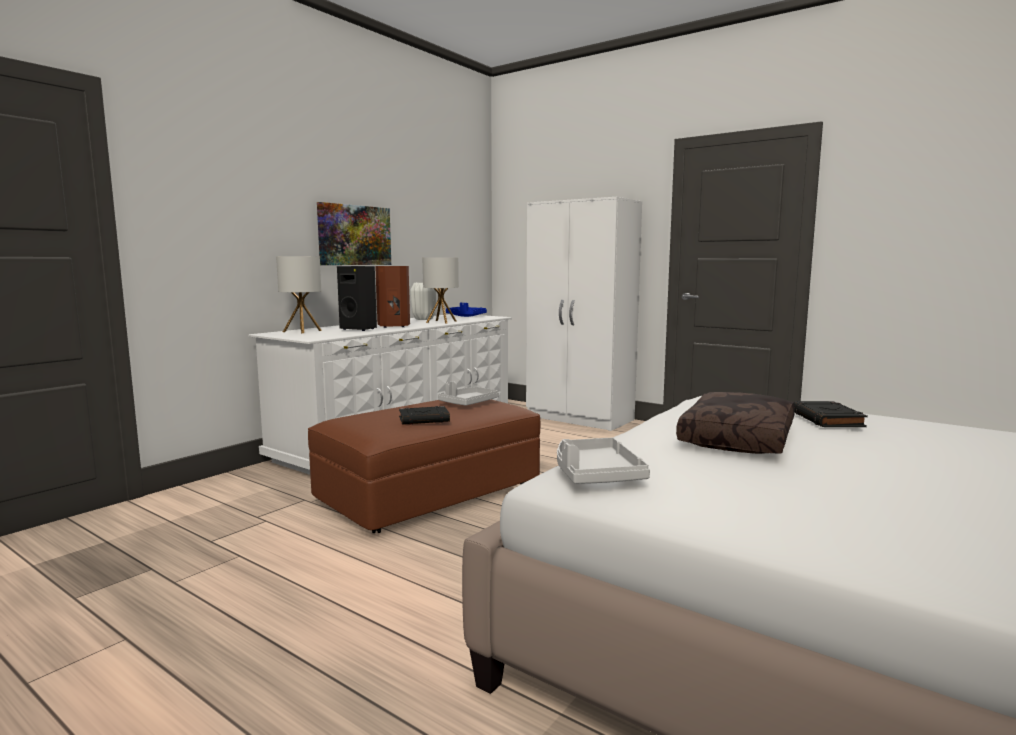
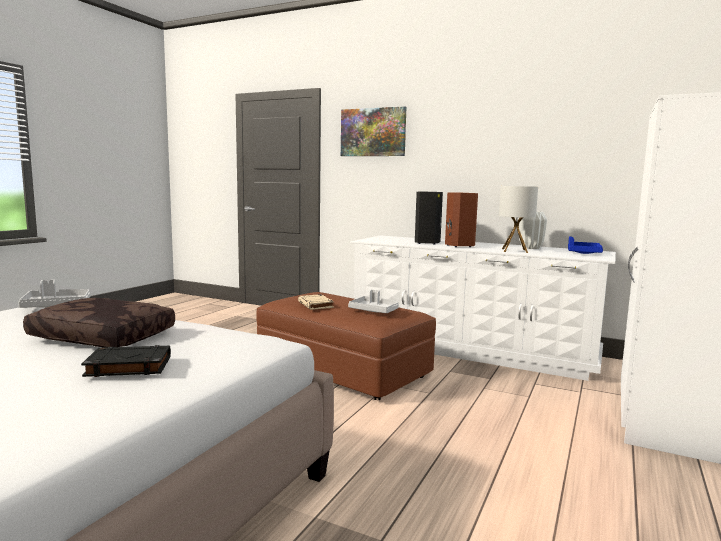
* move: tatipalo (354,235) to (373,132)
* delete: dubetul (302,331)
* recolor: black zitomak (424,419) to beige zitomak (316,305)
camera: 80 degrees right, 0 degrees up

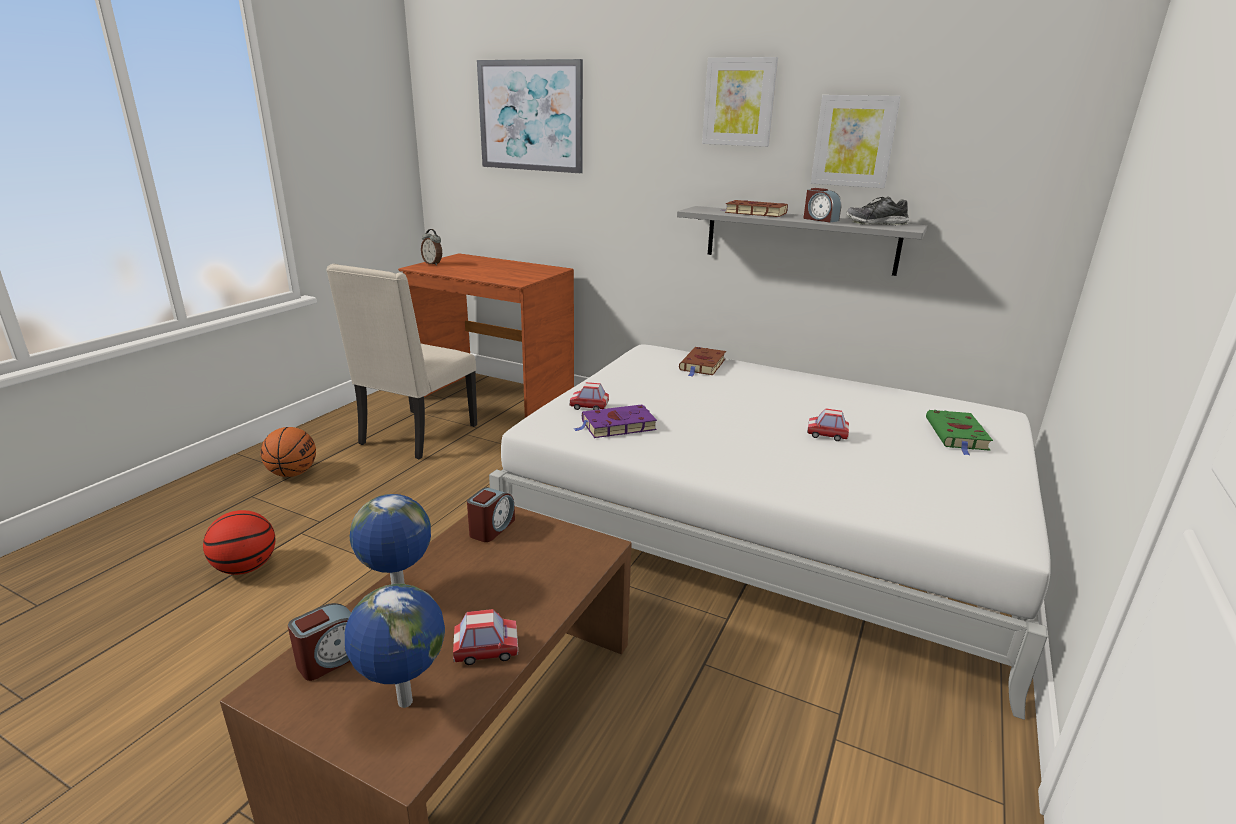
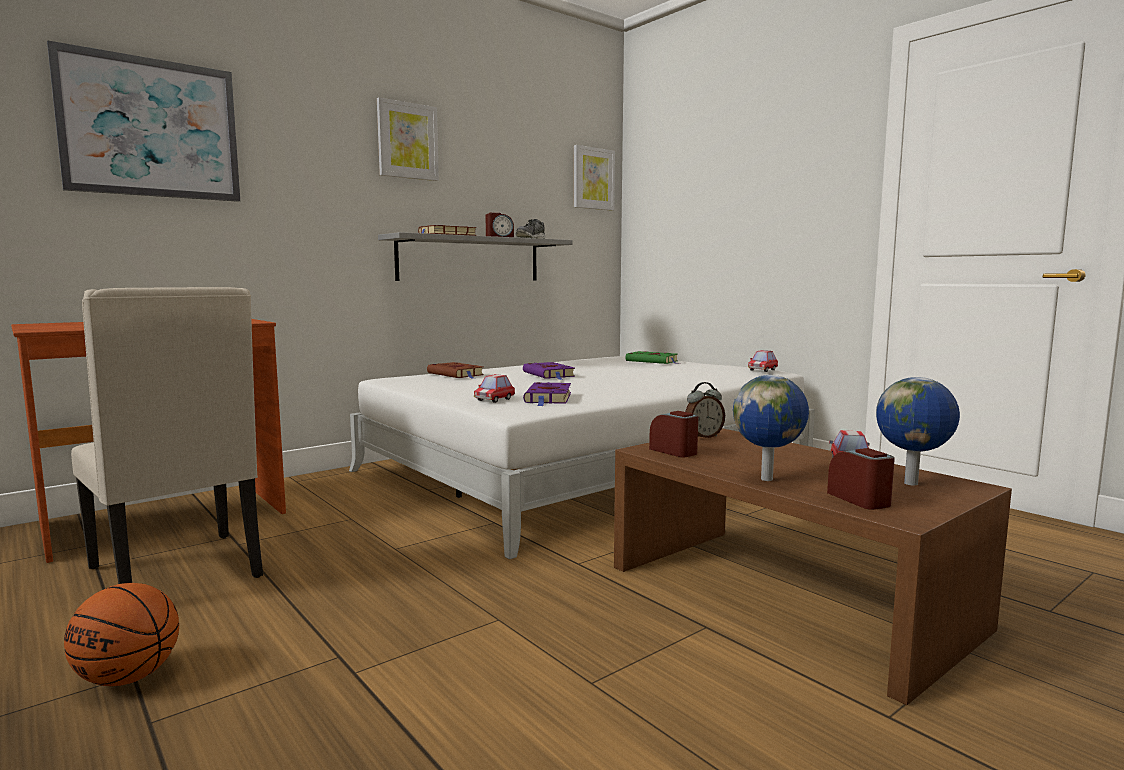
* move: tatipalo (854,141) to (593,178)
* move: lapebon (433,264) to (703,437)
* move: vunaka (827,435) to (762,370)
* delete: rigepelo (246,568)
* insert: purple zitomak (549,375)
camera: 65 degrees left, 15 degrees down

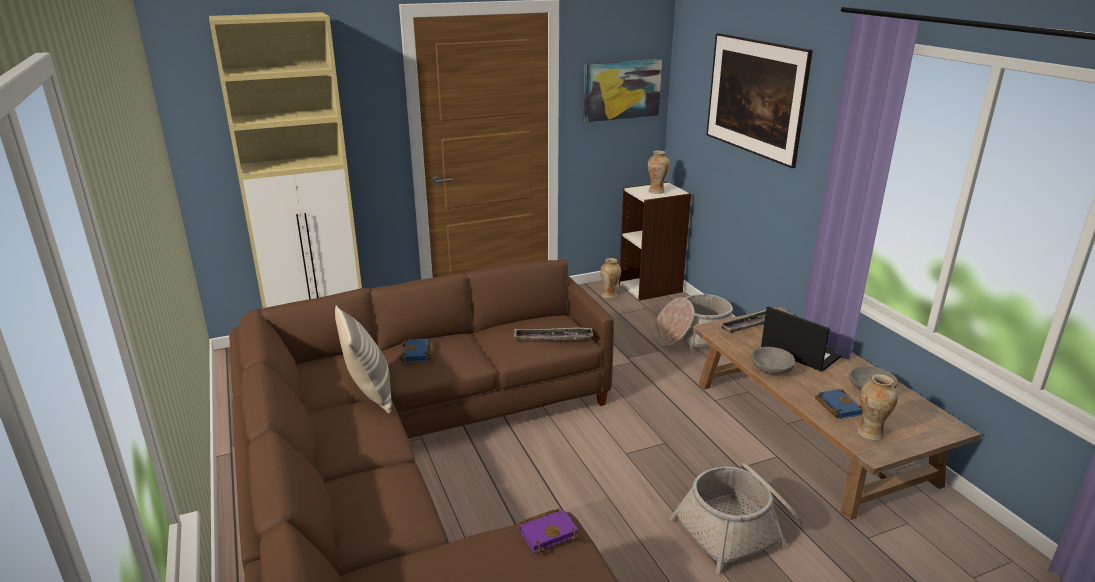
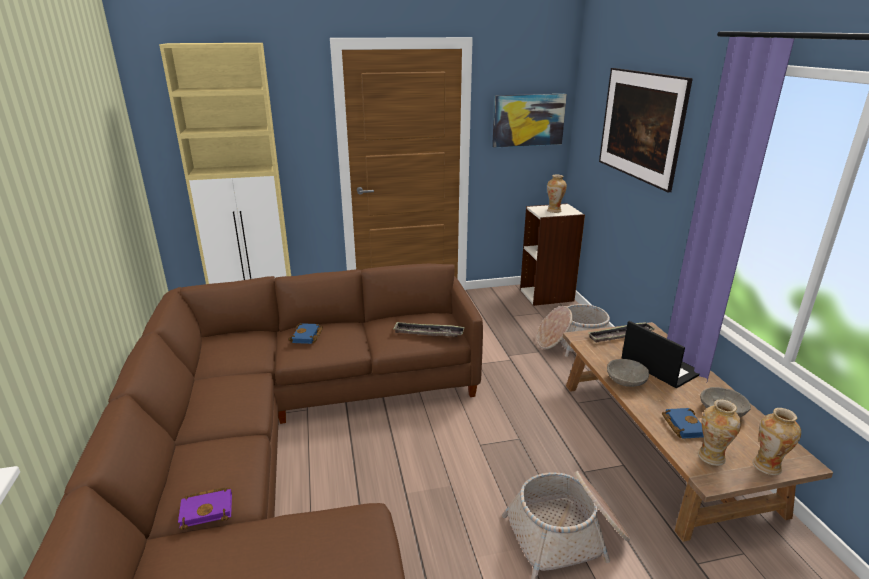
* move: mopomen (609,295) to (767,466)
* delete: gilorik (369,393)
* move: purple zitomak (549,532) to (208,509)
camera: 10 degrees right, 0 degrees up

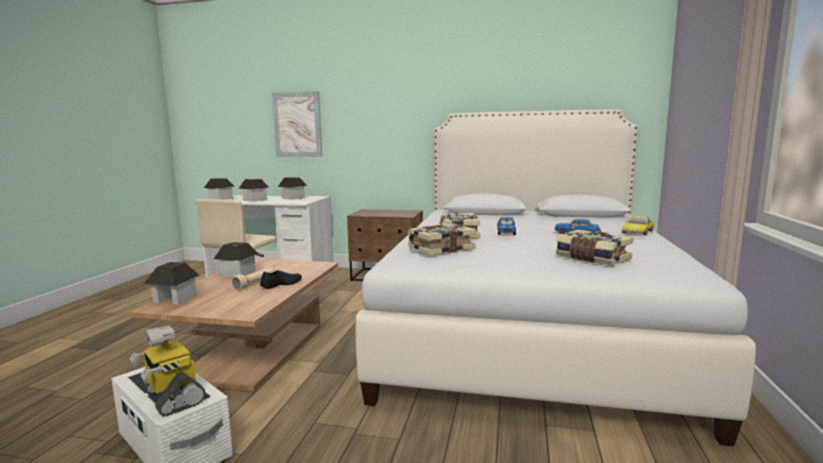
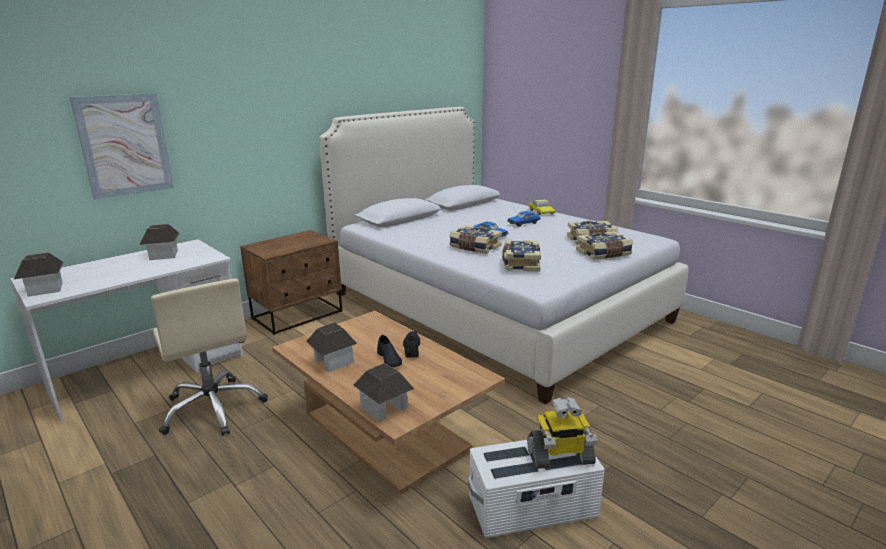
* delete: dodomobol (255,200)
* replace: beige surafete (255,283) to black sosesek (389,359)
* insert: zitomak (604,254)
camera: 55 degrees left, 10 degrees up

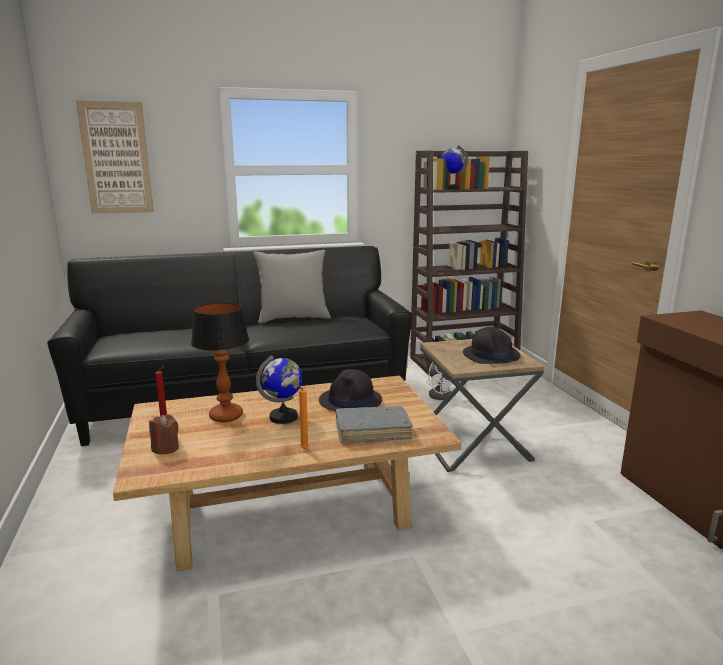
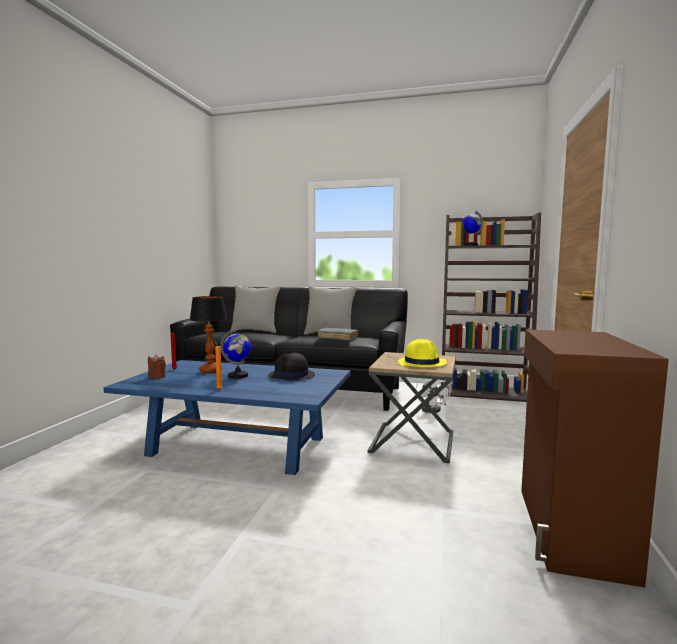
* delete: tatipalo (116,158)
* recolor: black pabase (491,355) to yellow pabase (422,363)
* recolor: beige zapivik (290,510) to blue zapivik (238,446)
* move: grey zitomak (372,431) to (337,338)
* insert: grey gilorik (255,331)
camera: 30 degrees right, 10 degrees down

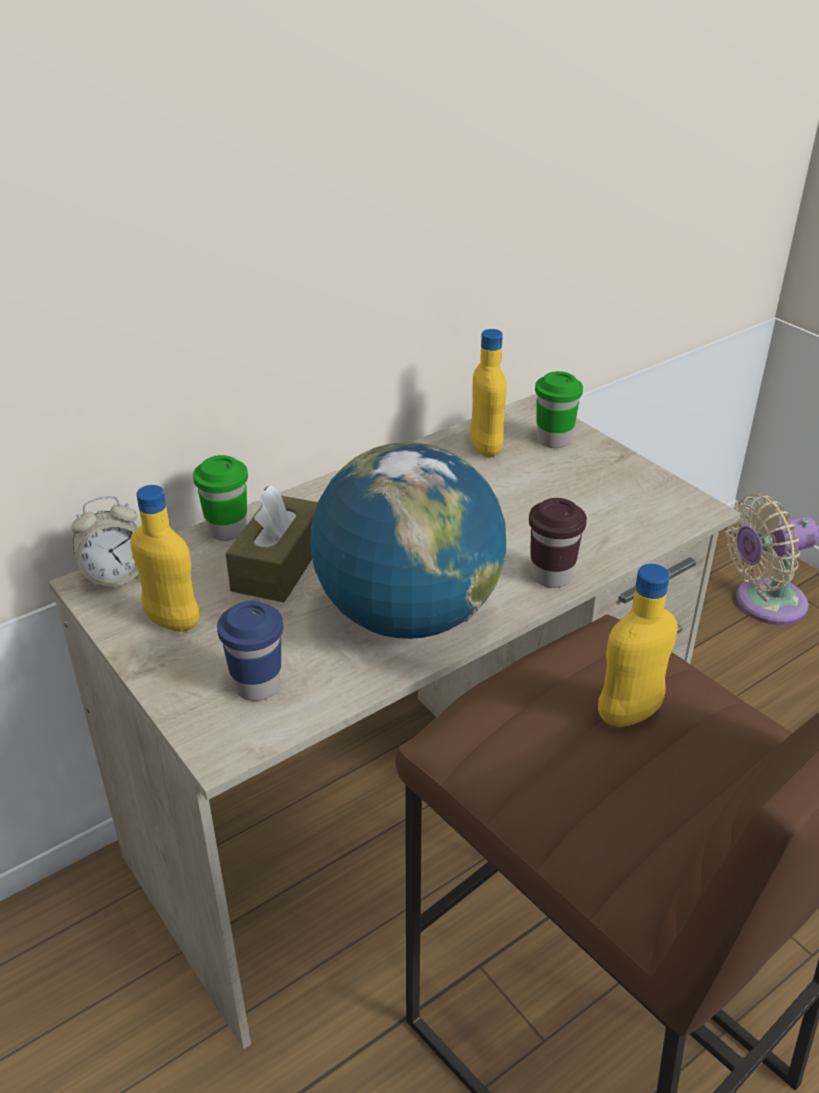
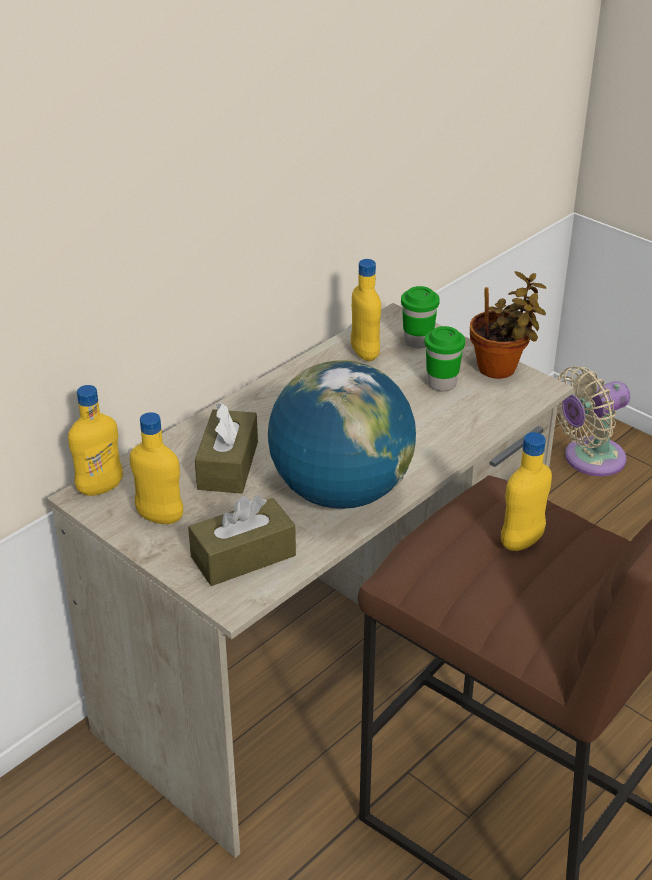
* move: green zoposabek (227,530) to (441,384)
* replace: lapebon (115,576) to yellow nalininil (100,488)
* delete: brown zoposabek (551,576)
* replace: blue zoposabek (257,686) to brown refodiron (243,556)
* insert: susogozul (501,370)
camera: 10 degrees left, 0 degrees up

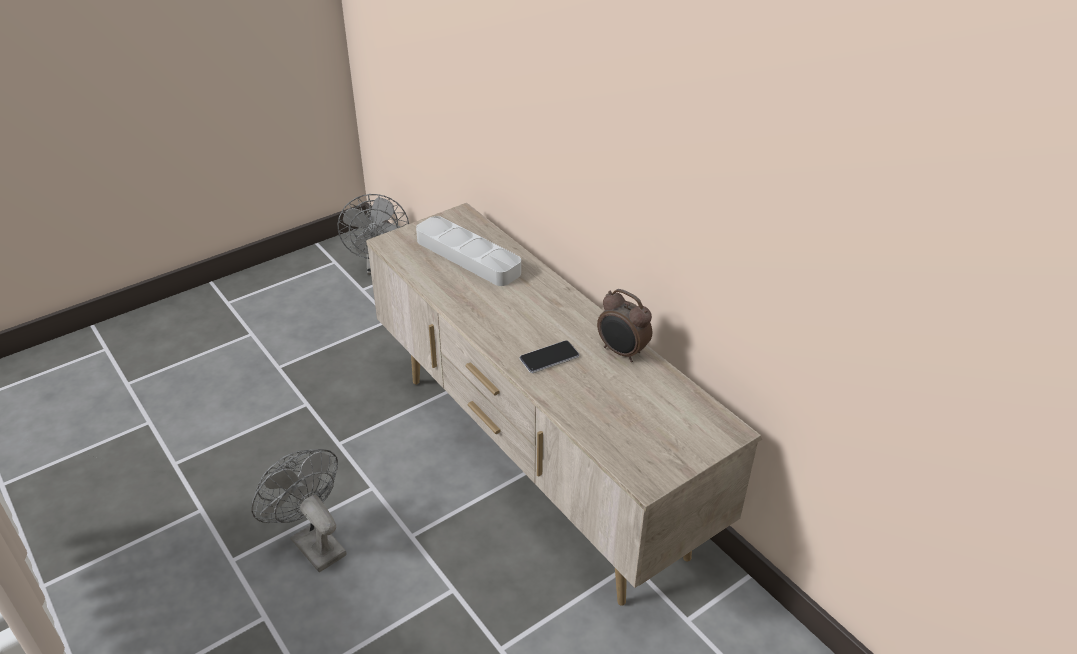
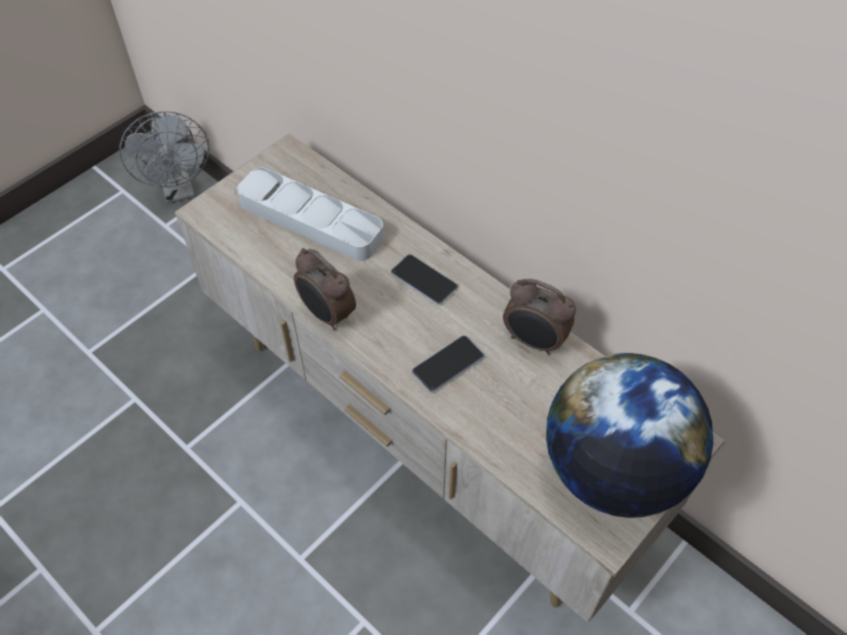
* delete: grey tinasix (312,542)
* insert: lapebon (327,314)
* insert: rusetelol (424,280)
* insert: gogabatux (613,470)
camera: 10 degrees left, 15 degrees up

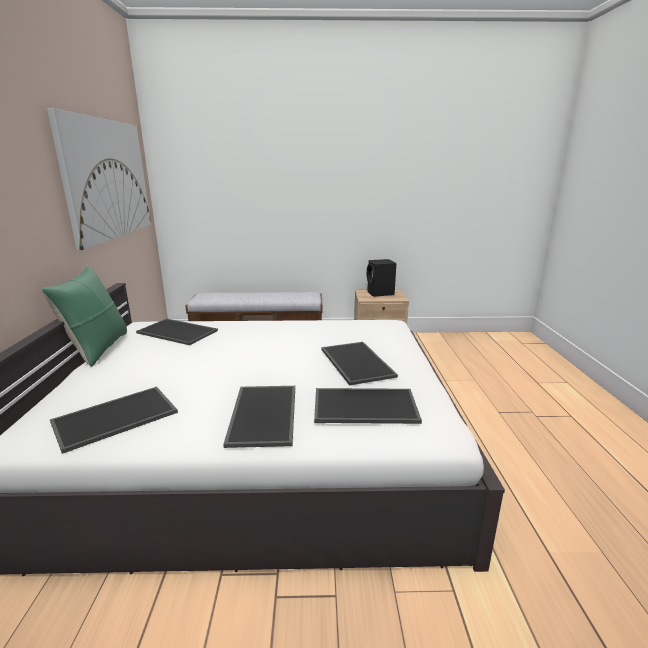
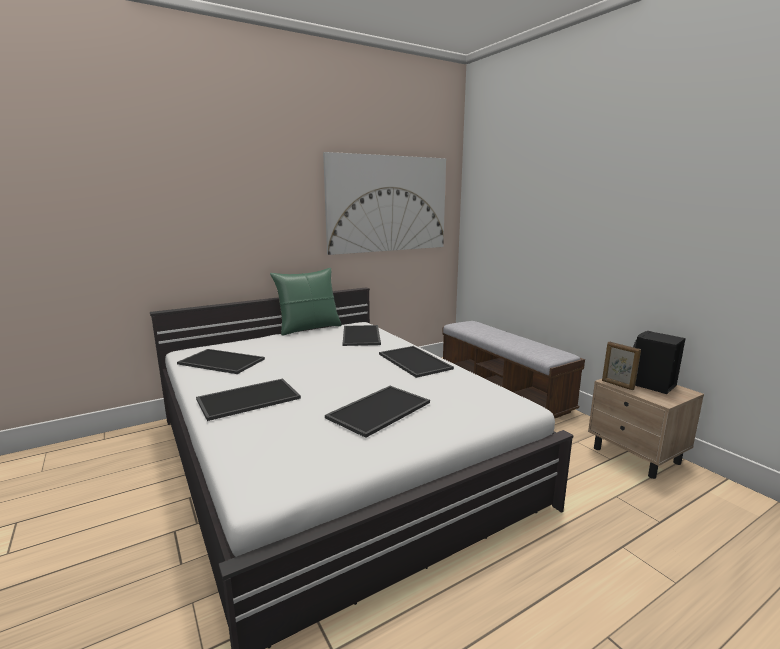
* move: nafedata (364,407) to (413,361)
* insert: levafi (617,385)
camera: 60 degrees right, 5 degrees down

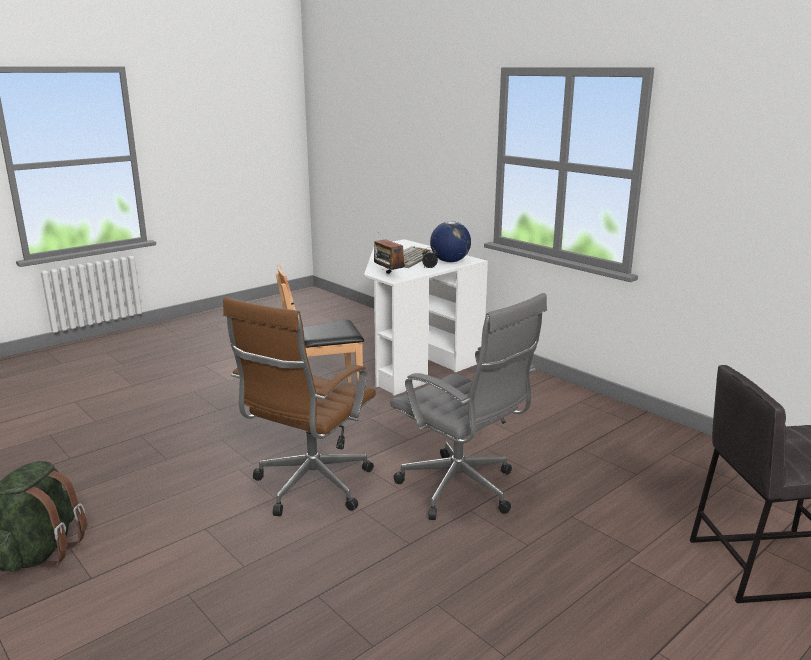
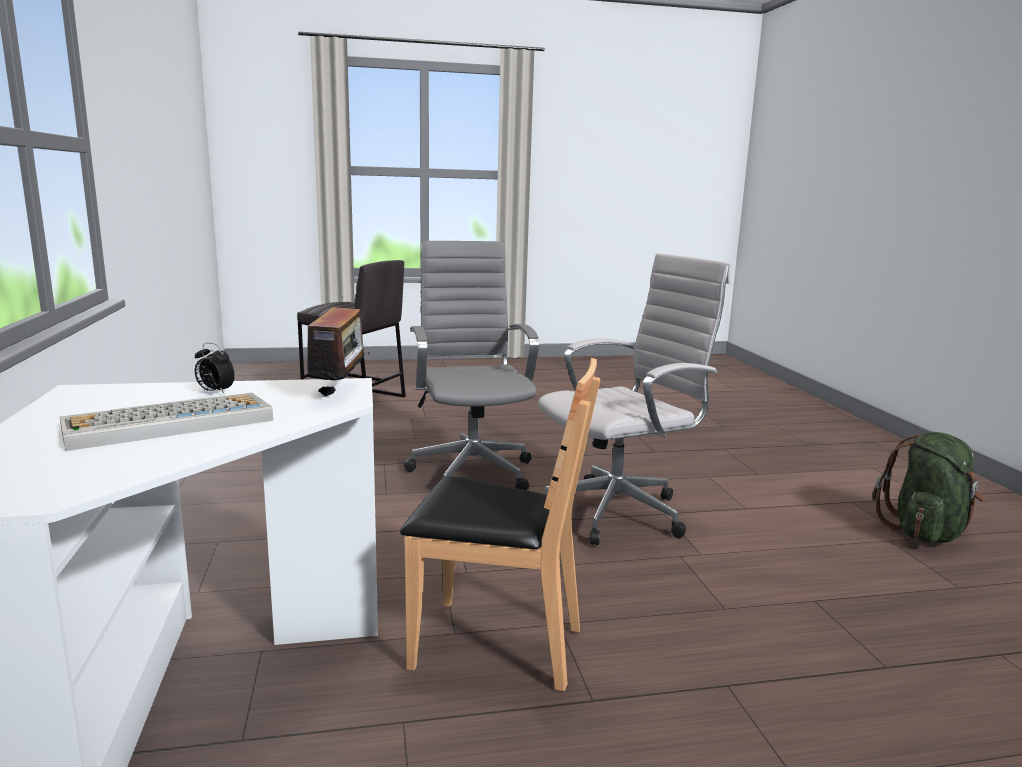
* delete: gogabatux (449,261)
* recolor: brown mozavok (309,488) to white mozavok (620,512)
camera: 150 degrees left, 5 degrees down

